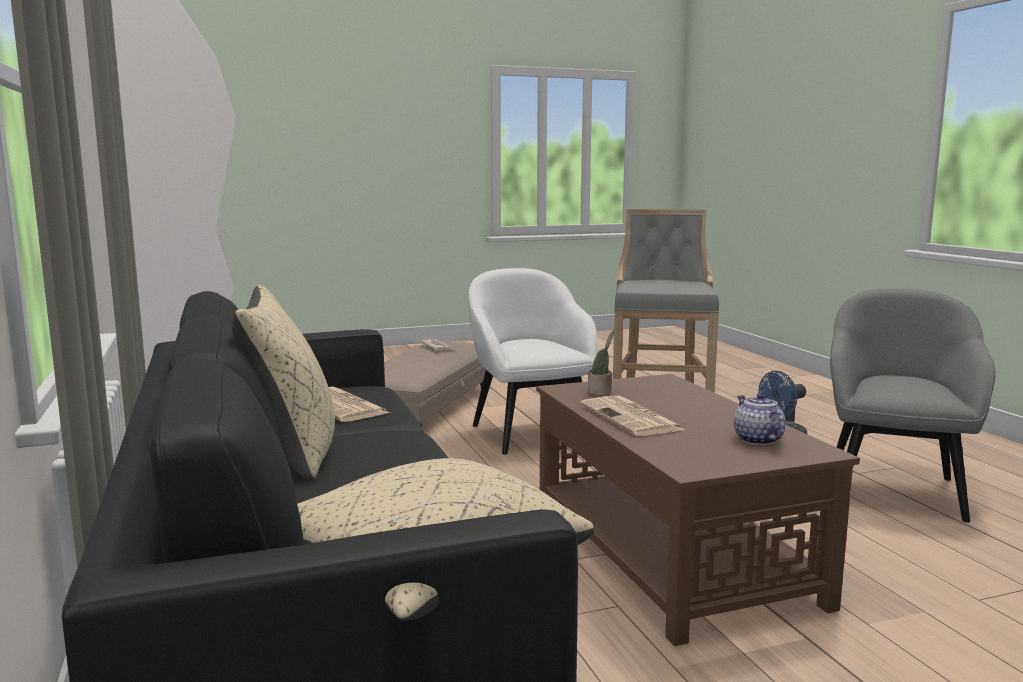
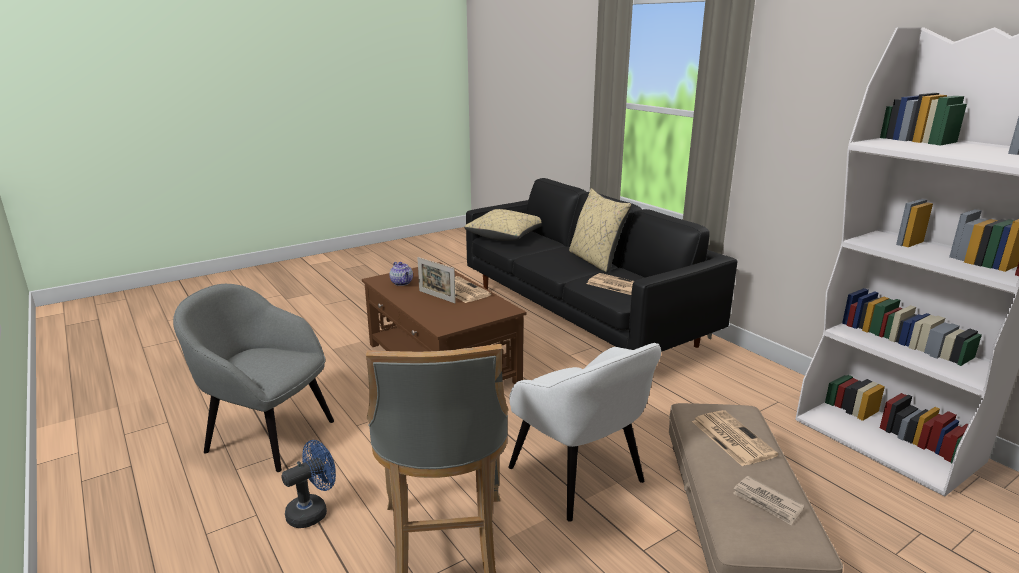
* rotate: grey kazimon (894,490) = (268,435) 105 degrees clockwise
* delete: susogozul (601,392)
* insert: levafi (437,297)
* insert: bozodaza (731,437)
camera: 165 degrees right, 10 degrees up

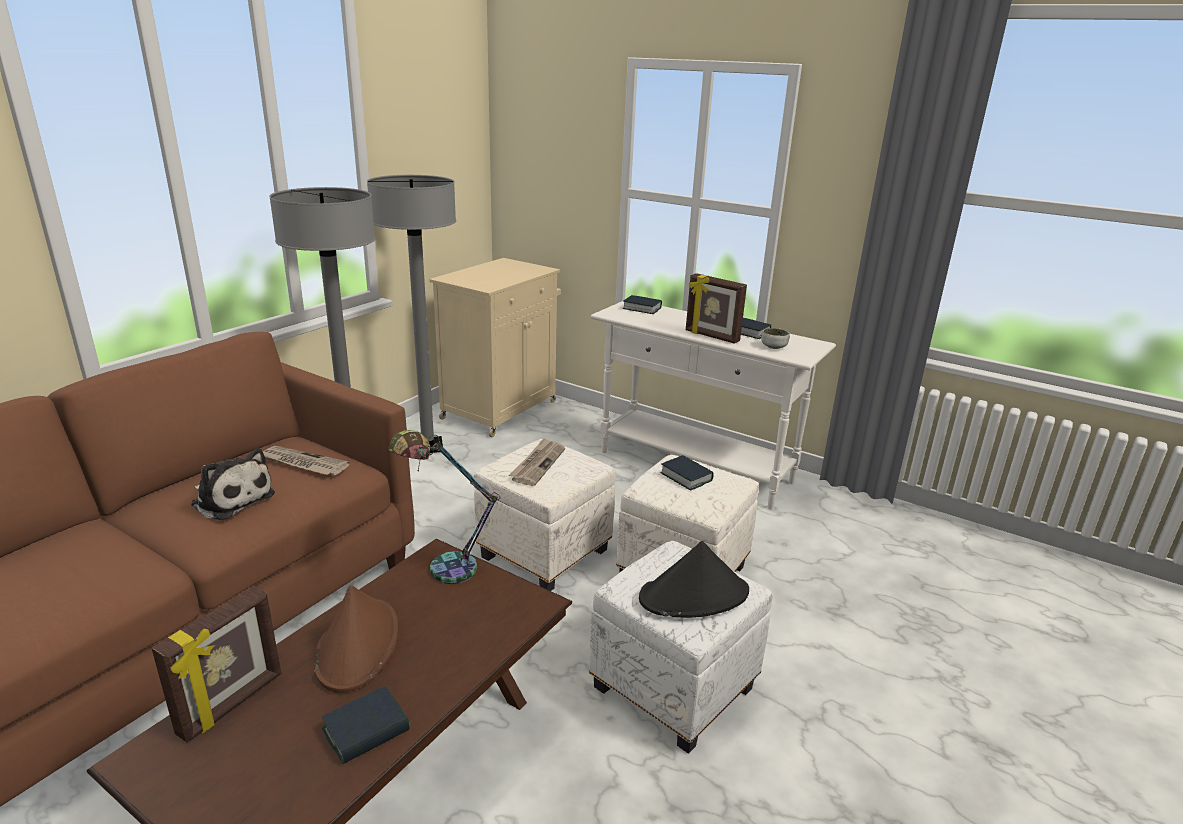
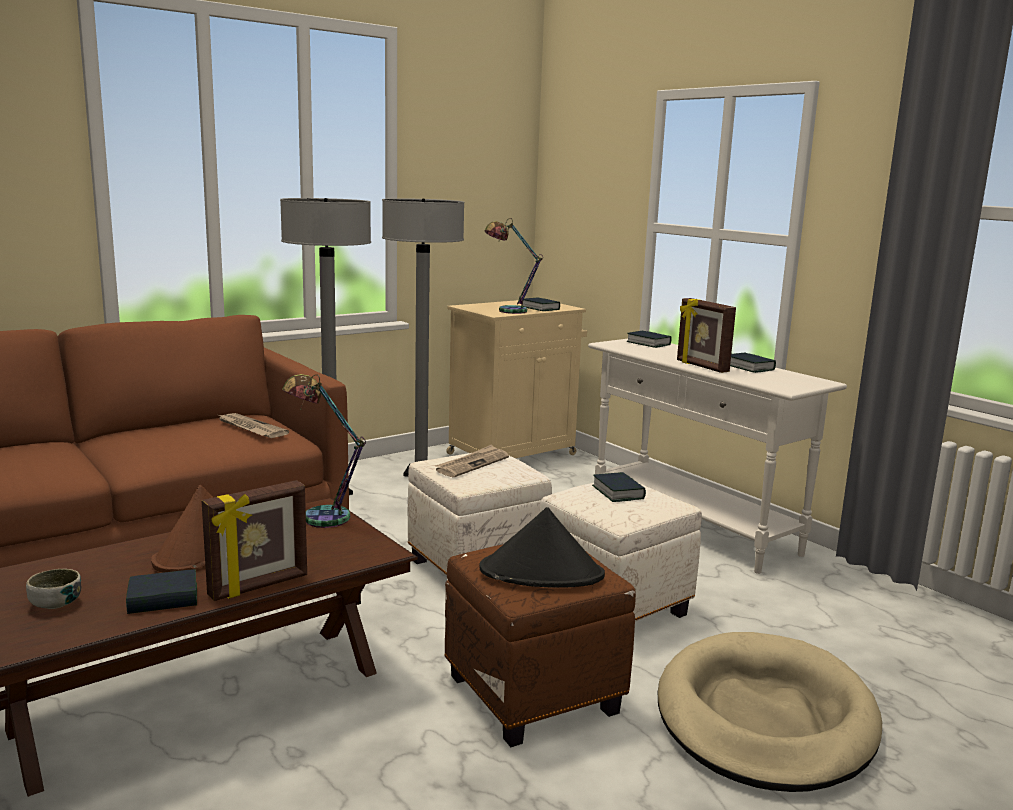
* move: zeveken (773,347) to (56,604)
* delete: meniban (231,499)
* recolor: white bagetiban (675,688) to brown bagetiban (535,695)
* move: levafi (232,704) to (259,586)
* insert: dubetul (508,310)
* insert: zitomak (540,308)
* insert: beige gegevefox (764,718)
camera: 20 degrees right, 10 degrees down

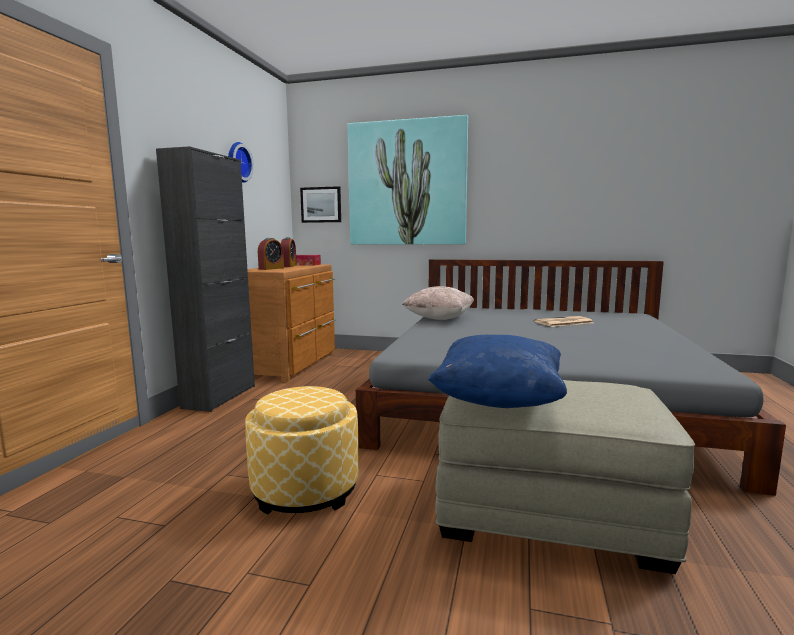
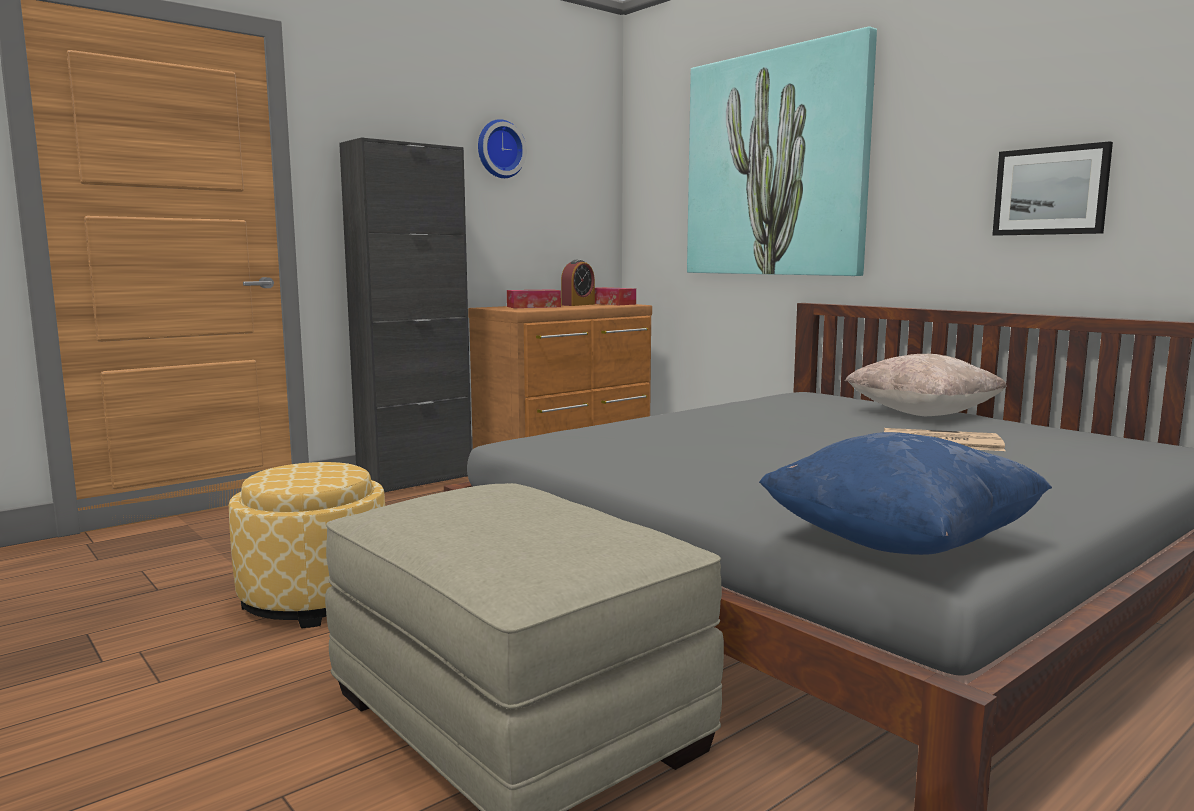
* move: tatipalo (321,204) to (1050,191)
* replace: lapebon (271,268) to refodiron (533,307)
* move: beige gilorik (439,318) to (923,413)
* move: blue gilorik (499,400) to (899,543)
camera: 35 degrees right, 0 degrees up

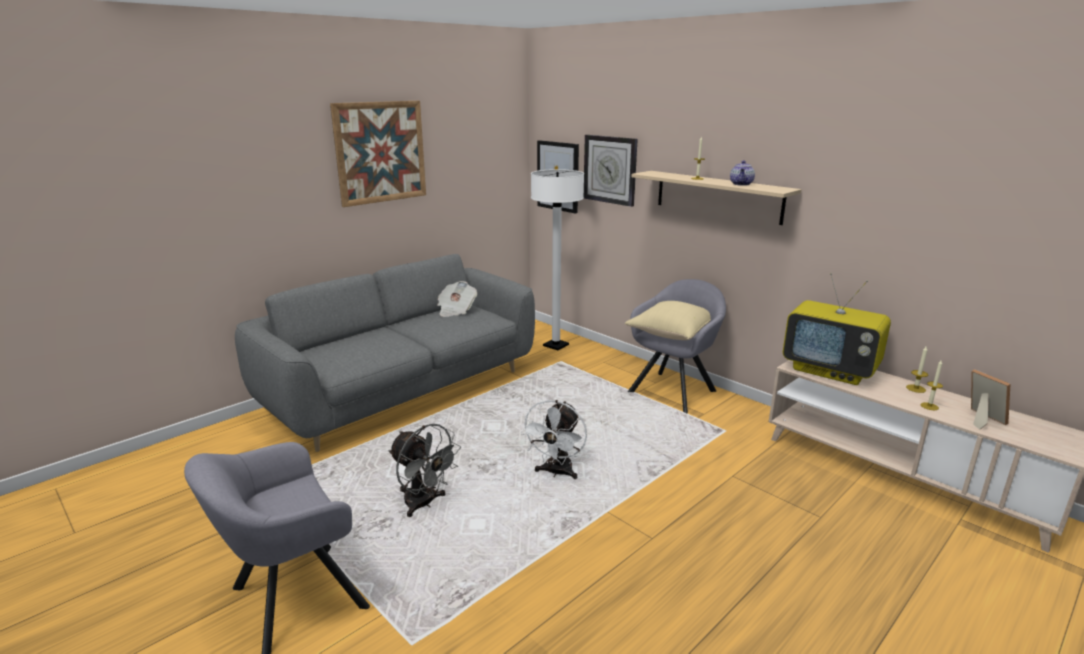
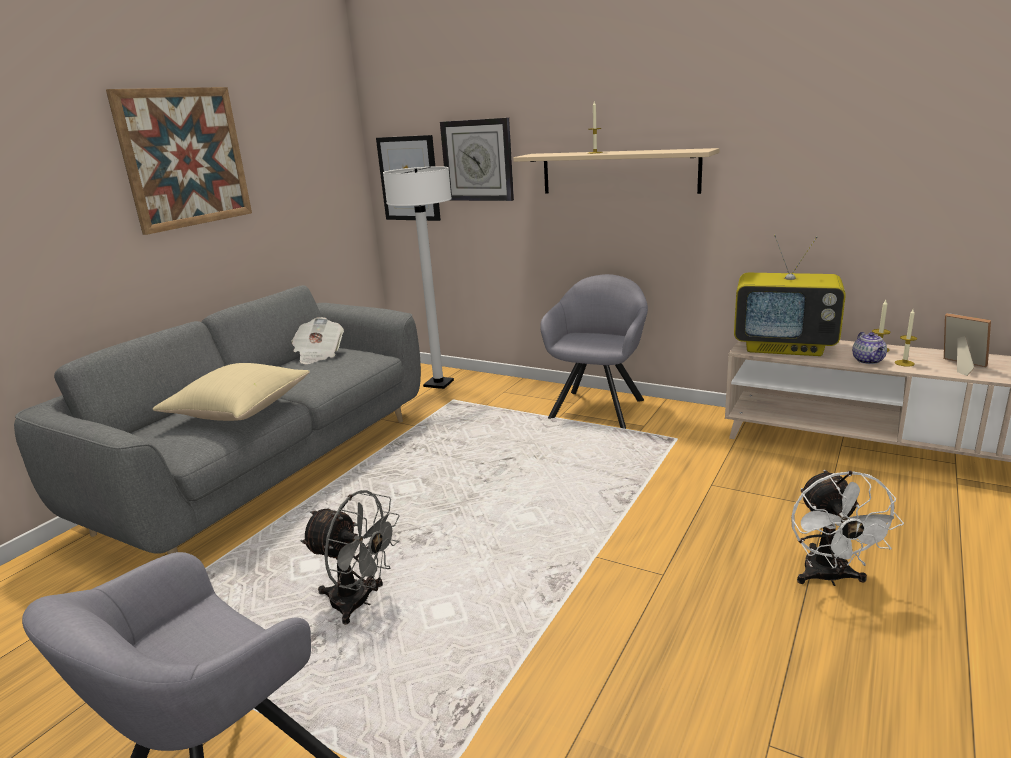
* move: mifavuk (741,184) to (868,361)
* move: beige gilorik (671,333) to (239,411)
* move: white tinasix (556,473) to (829,578)
camera: 15 degrees left, 0 degrees up

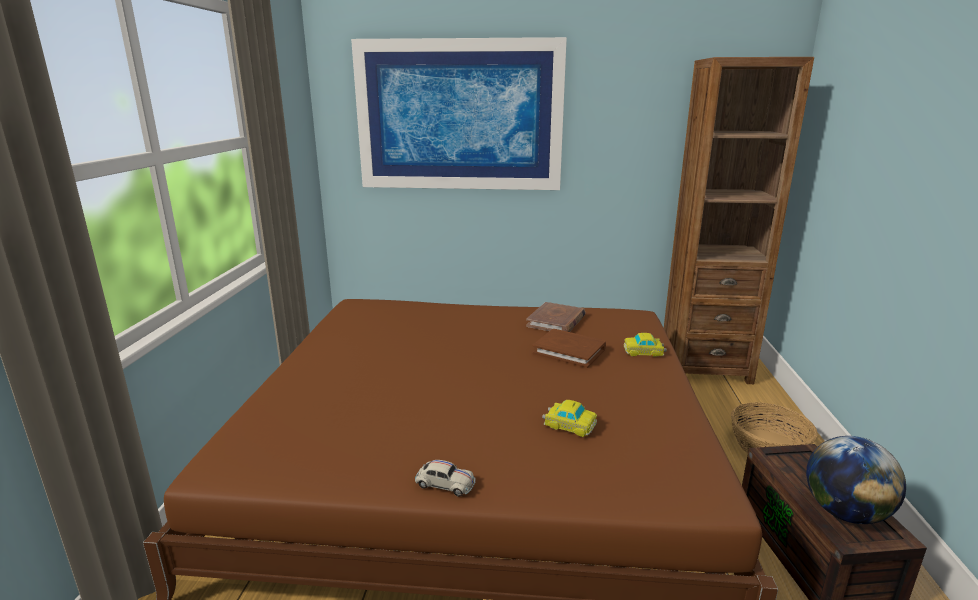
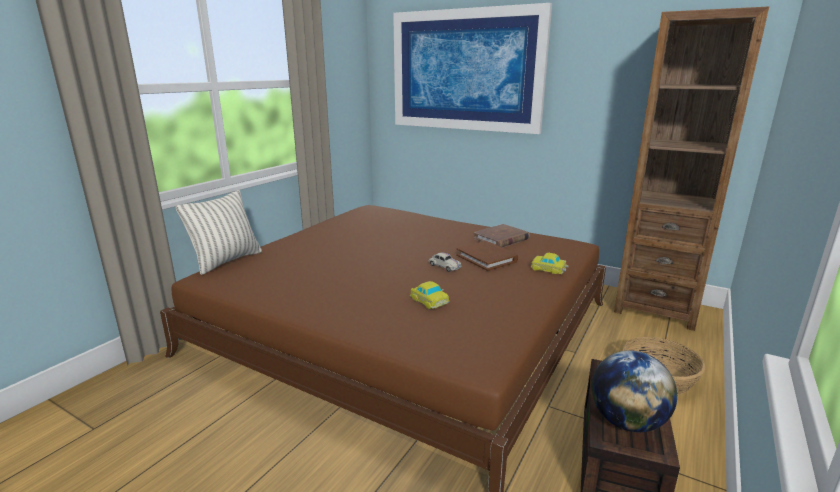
* move: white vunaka (445,484) to (444,266)
* insert: gilorik (226,261)
camera: 25 degrees right, 0 degrees up

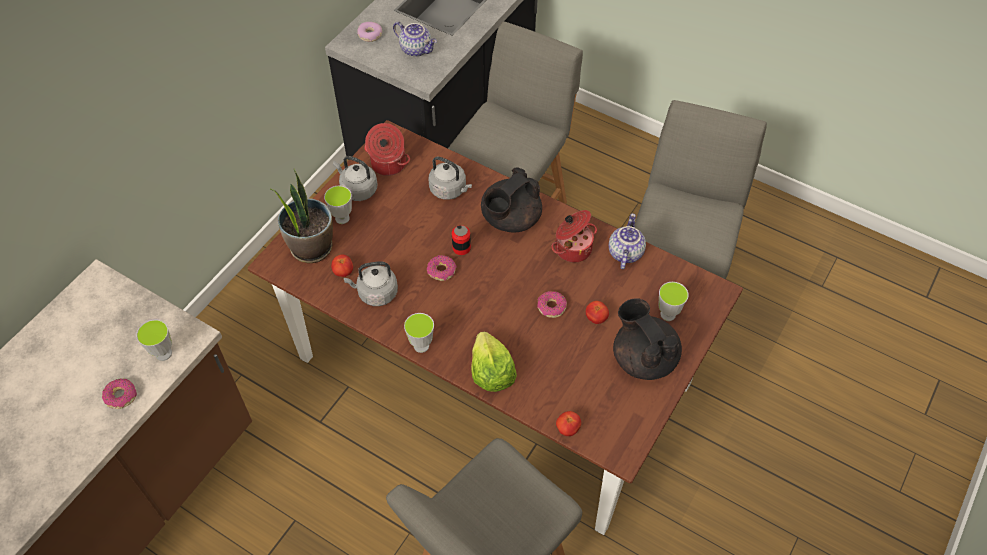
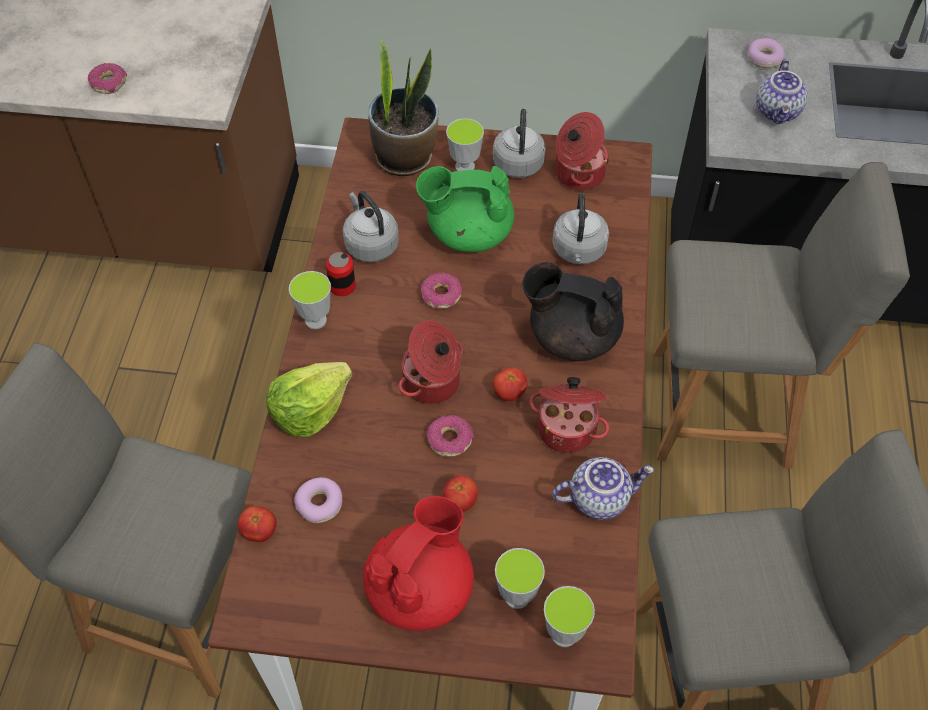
* move: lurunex (461,248) to (342,286)
* move: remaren (343,272) to (509,393)
* recolor: black mifavuk (643,358) to red mifavuk (421,589)
* move: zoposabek (163,353) to (564,634)
* insert: green mifavuk (468,233)
* insert: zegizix (433,383)
* insert: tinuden (320,504)
camera: 65 degrees right, 0 degrees up

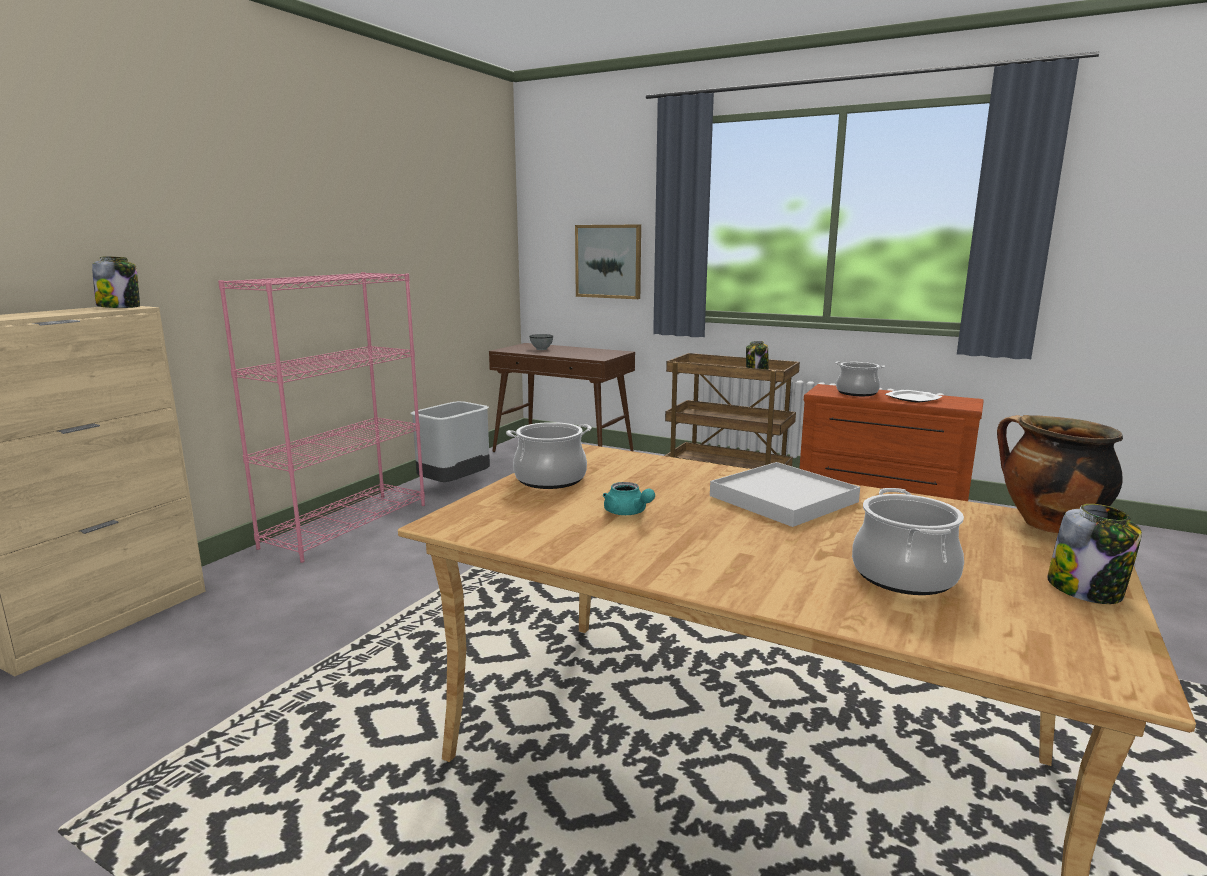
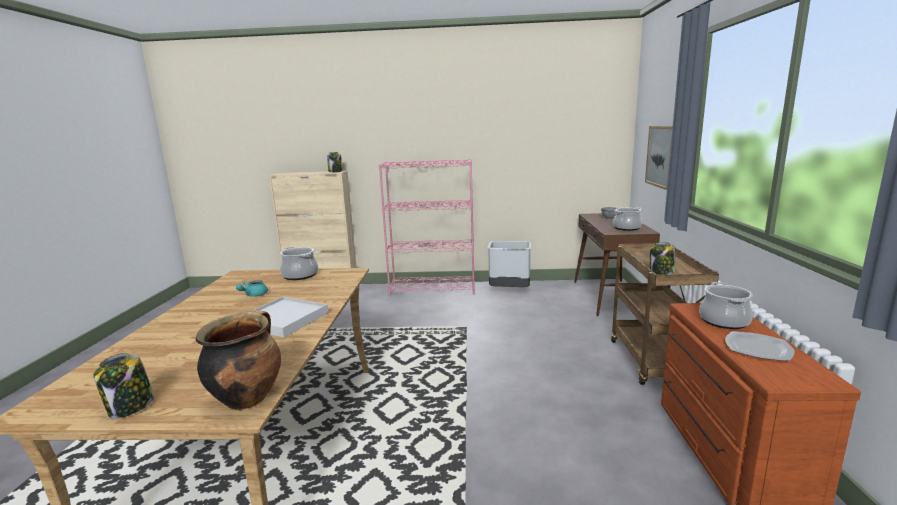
* move: zegizix (903,575) to (626,228)
camera: 65 degrees right, 0 degrees up

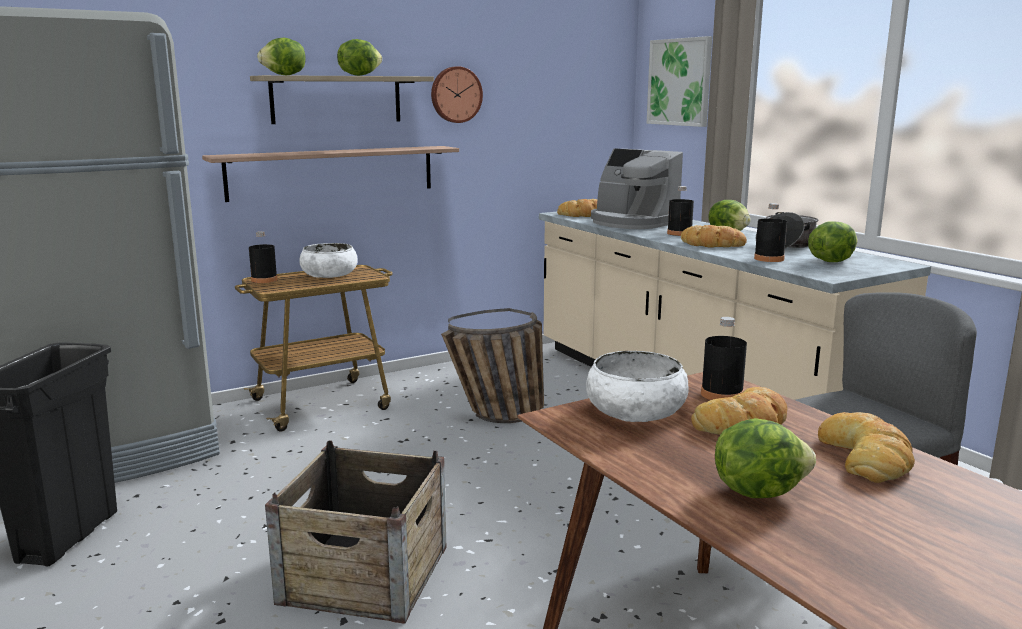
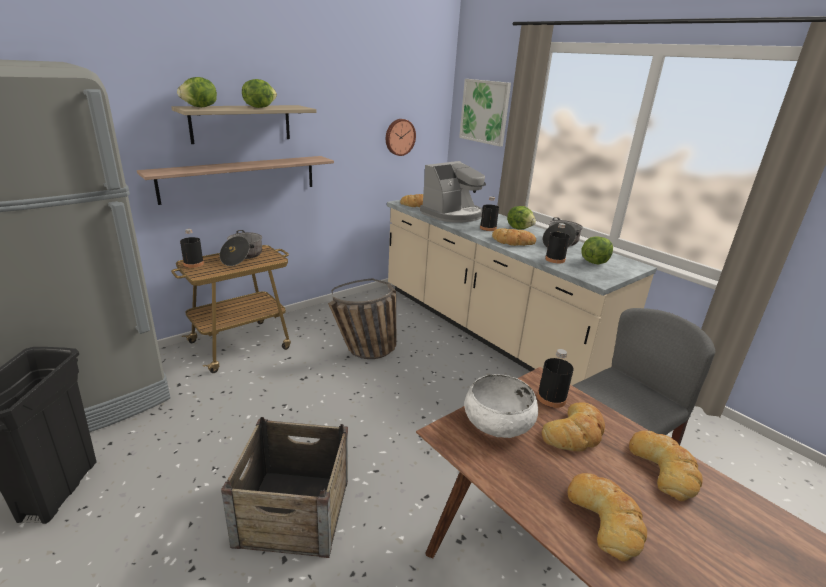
* move: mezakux (455,94) to (399,137)
* rotate: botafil (632,222) = (453,214) 75 degrees counterclockwise
* replace: white zeveken (329,274) to zegizix (242,257)
* replace: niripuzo (757,491) to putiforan (606,518)
camera: 10 degrees left, 10 degrees up

